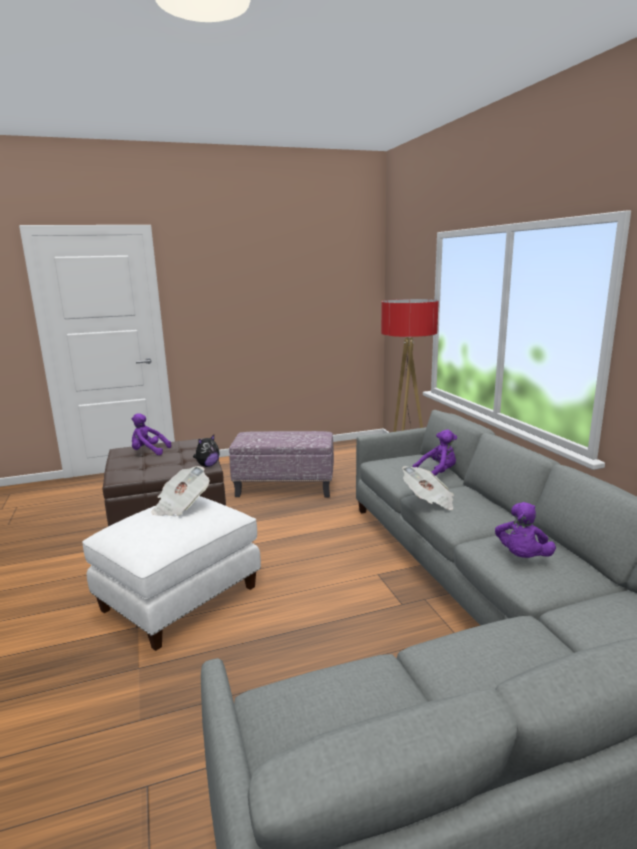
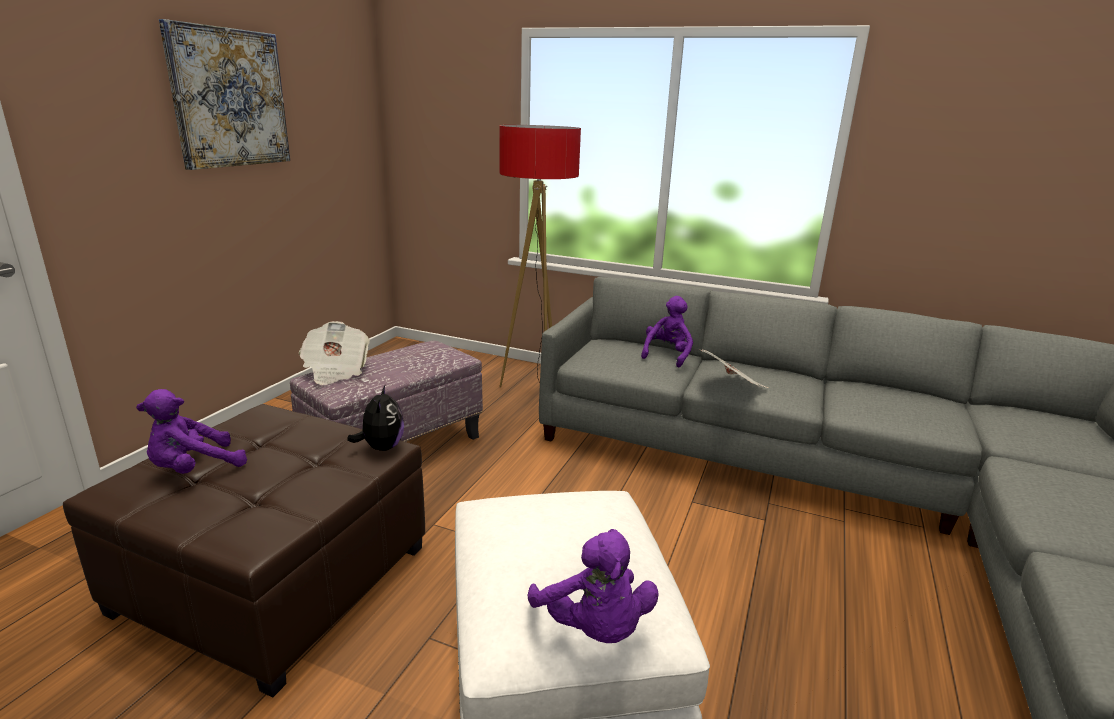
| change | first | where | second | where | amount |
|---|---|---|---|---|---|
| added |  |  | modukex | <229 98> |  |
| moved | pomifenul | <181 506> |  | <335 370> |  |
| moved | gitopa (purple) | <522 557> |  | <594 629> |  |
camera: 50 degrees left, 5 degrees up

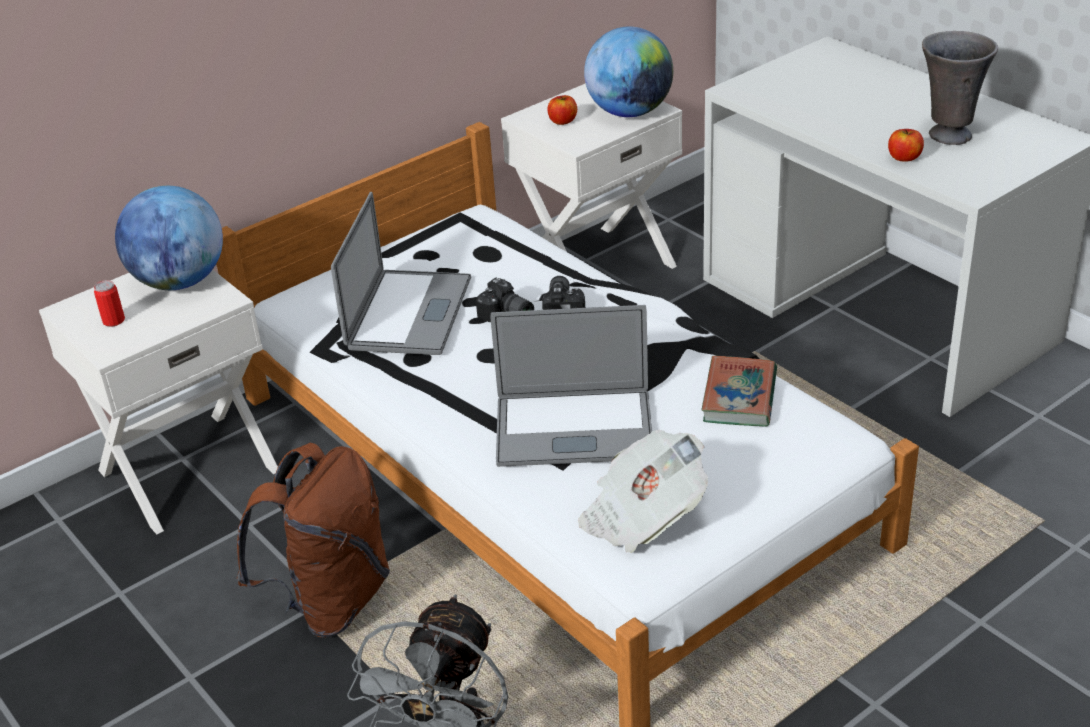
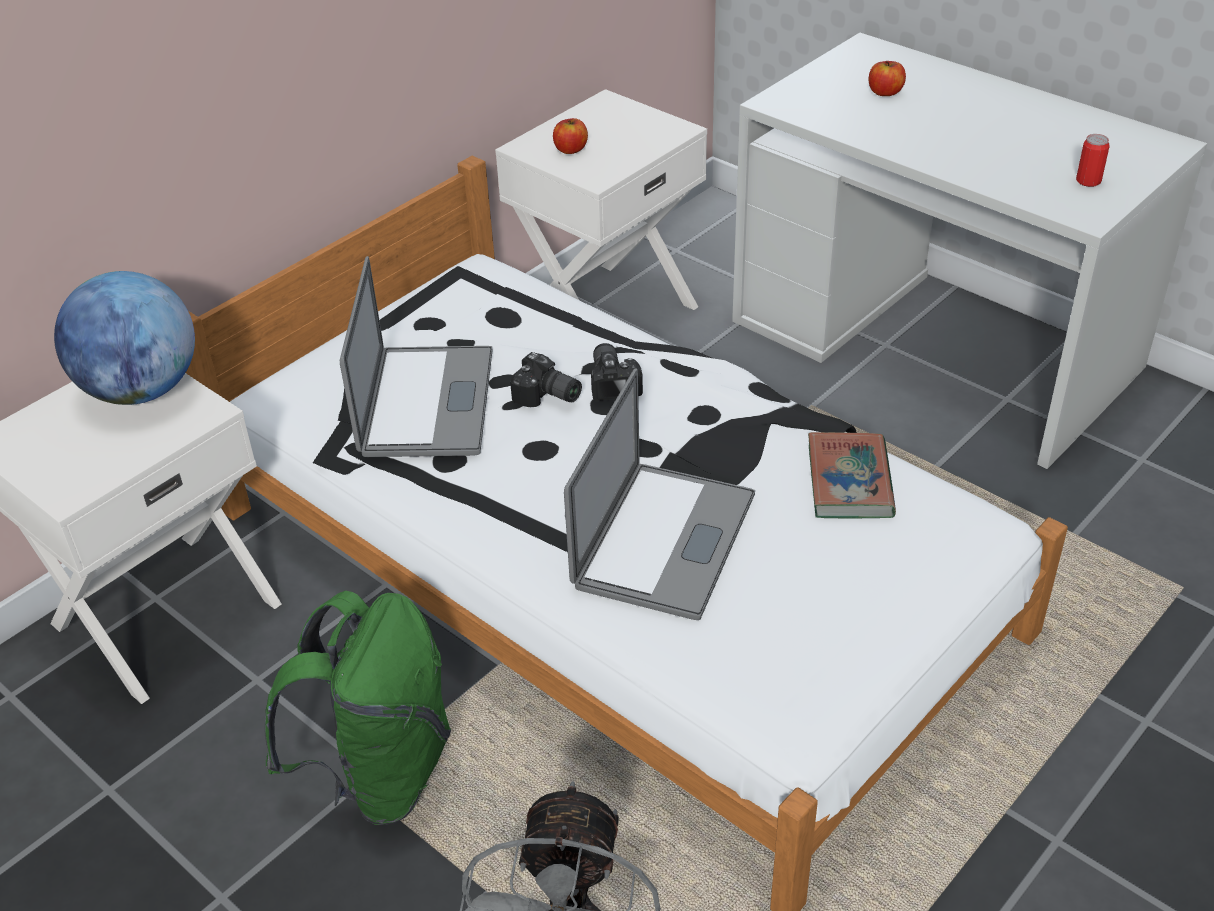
| change | first | where | second | where | amount |
|---|---|---|---|---|---|
| recoloured | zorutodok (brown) | <331 601> | zorutodok (green) | <380 773> |  |
| turned | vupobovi | <574 428> |  | <664 540> | 60 degrees counterclockwise |
| moved | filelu | <904 158> |  | <885 92> |  |
| moved | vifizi | <113 320> |  | <1088 181> |  |
| removed | pomifenul | <642 516> |  |  |  |
| removed | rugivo | <629 112> |  |  |  |
| removed | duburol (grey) | <948 135> |  |  |  |
camera: 10 degrees left, 5 degrees up

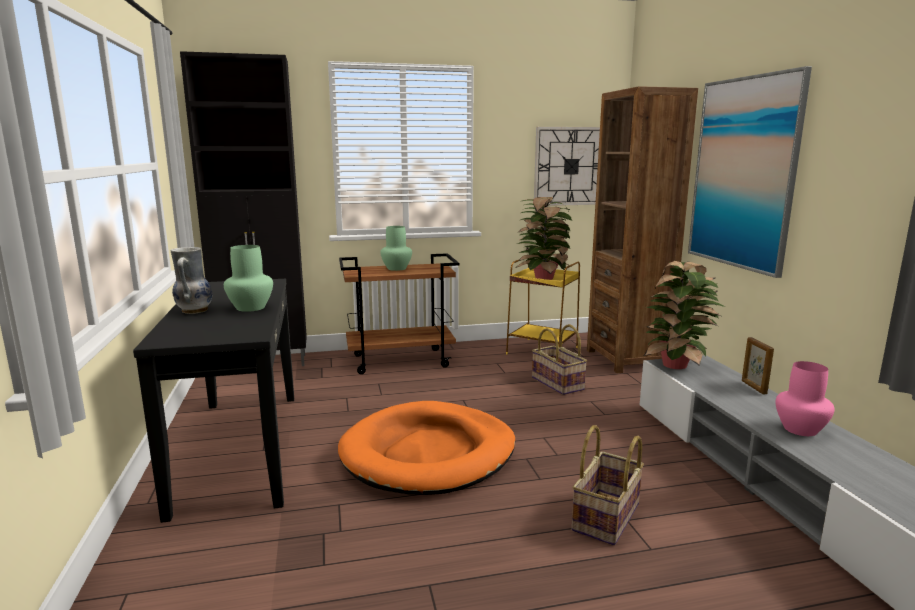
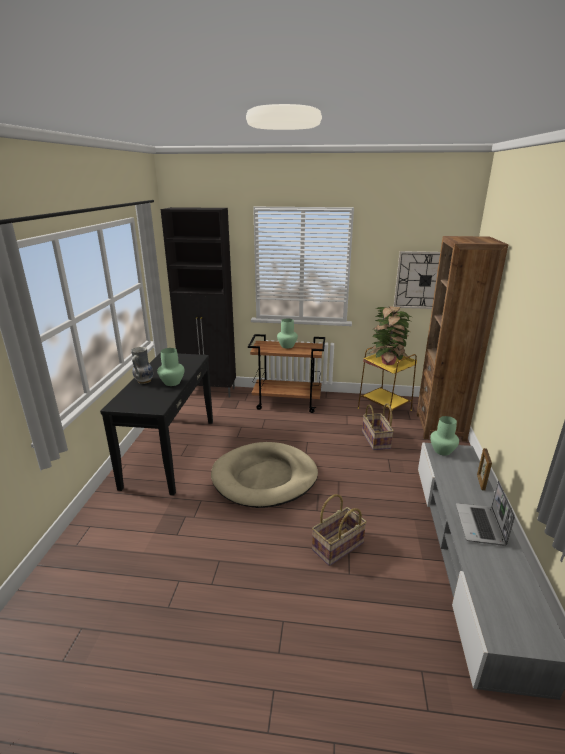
| change | first | where | second | where | amount |
|---|---|---|---|---|---|
| recoloured | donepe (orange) | <429 453> | donepe (beige) | <265 477> |  |
| replaced | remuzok | <677 364> | duburol (green) | <442 451> |  |
| replaced | duburol (pink) | <801 429> | vupobovi | <480 525> |  |
| removed | modukex | <743 173> |  |  |  |
camera: 20 degrees right, 10 degrees up

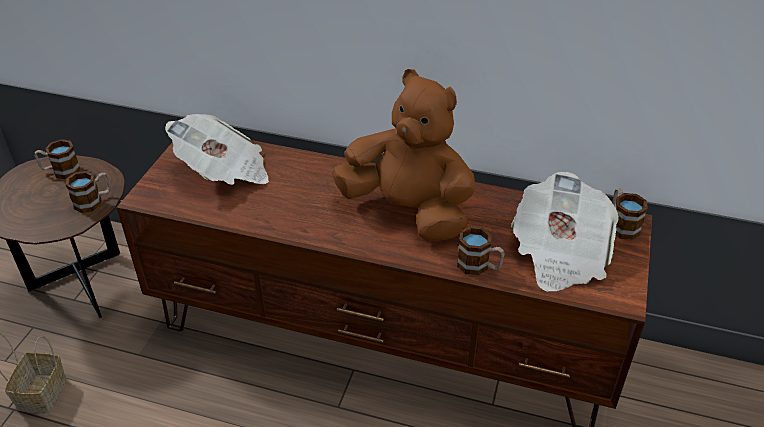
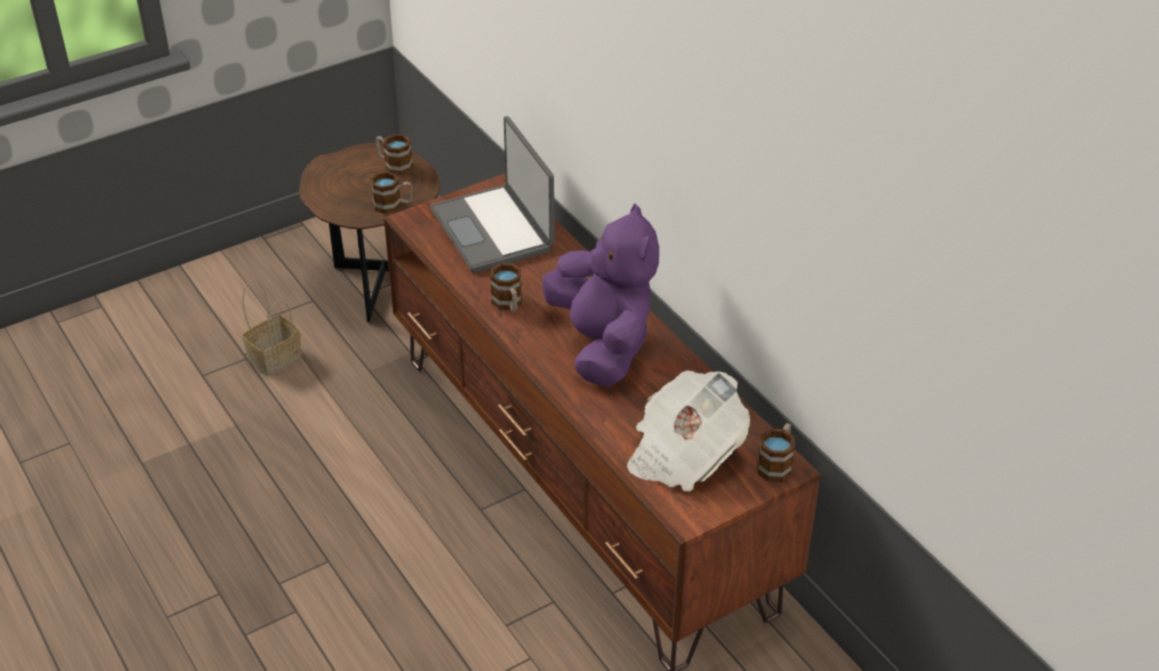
| change | first | where | second | where | amount |
|---|---|---|---|---|---|
| replaced | pomifenul | <224 171> | vupobovi | <494 230> |  |
| moved | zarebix | <479 266> |  | <508 304> |  |
| recoloured | gitopa (brown) | <408 211> | gitopa (purple) | <602 345> |  |
camera: 40 degrees right, 0 degrees up

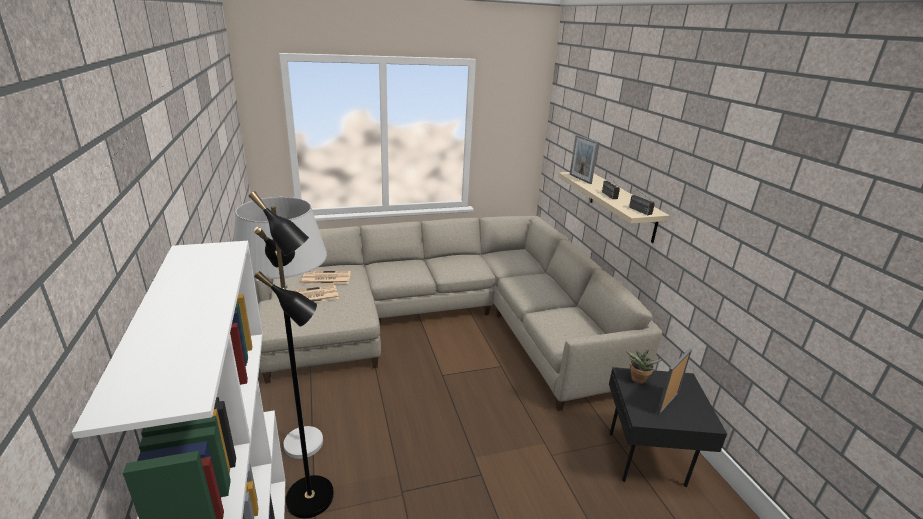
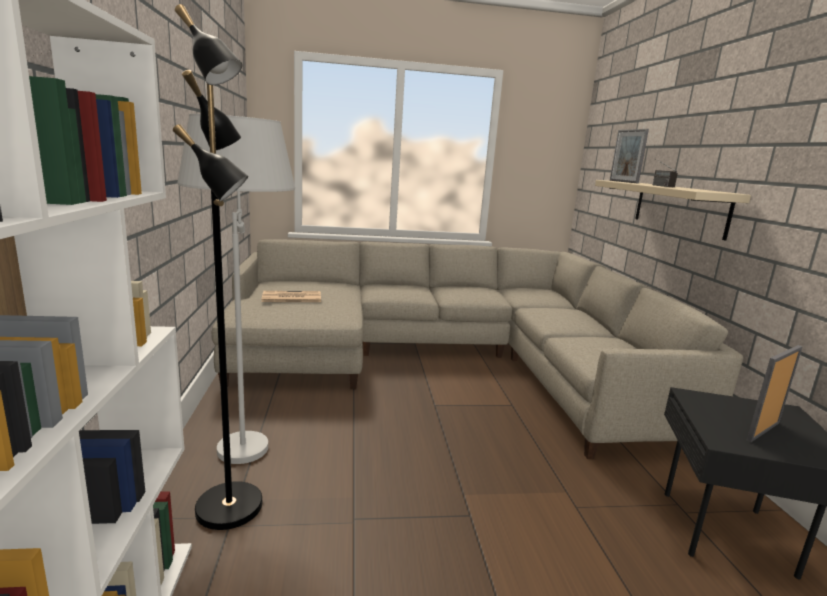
| change | first | where | second | where | amount |
|---|---|---|---|---|---|
| removed | pomifenul | <325 278> |  |  |  |
| removed | remuzok | <637 380> |  |  |  |
| removed | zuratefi | <634 208> |  |  |  |
camera: 10 degrees right, 10 degrees down

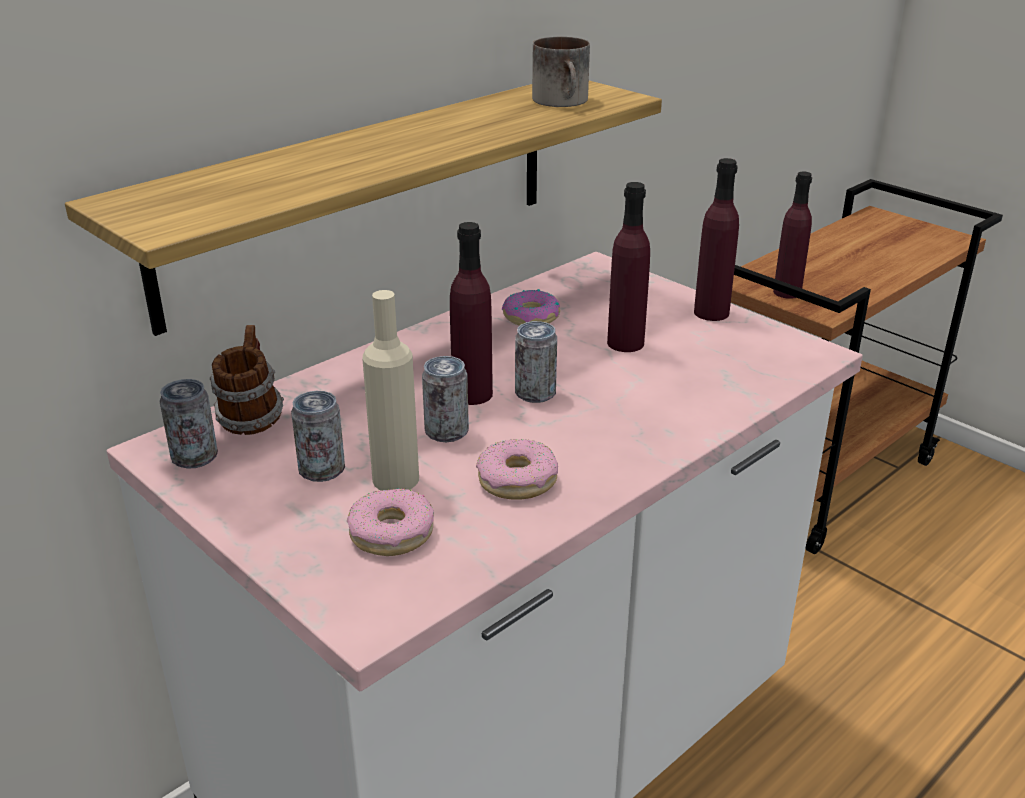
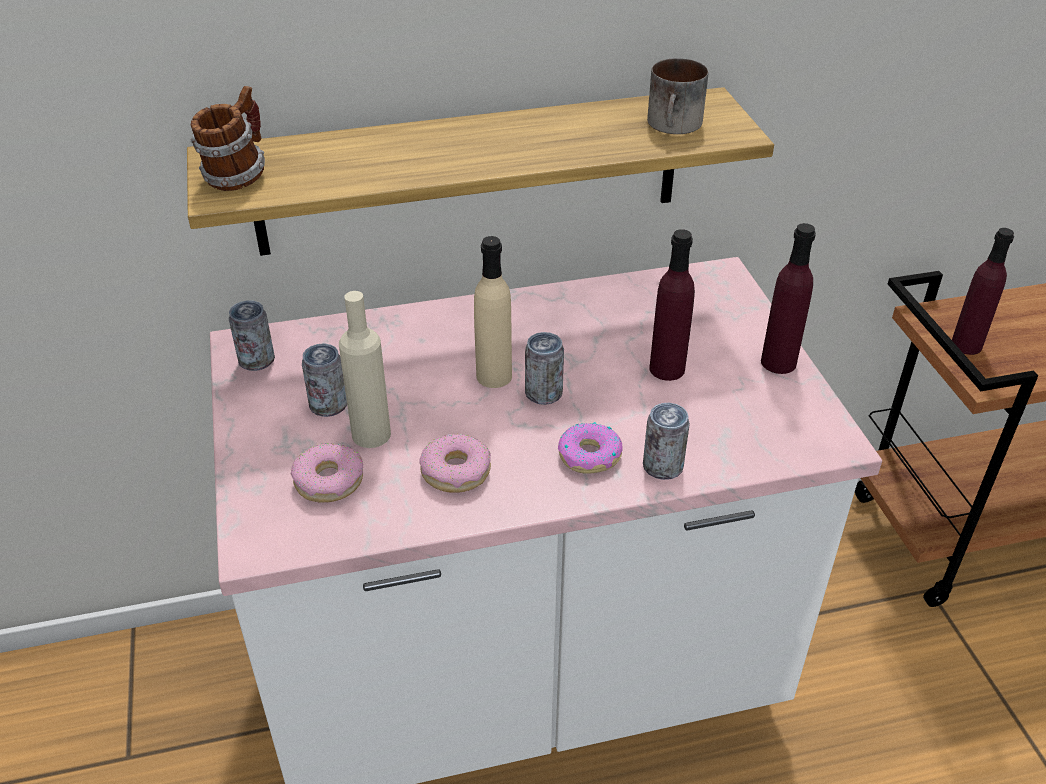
| change | first | where | second | where | amount |
|---|---|---|---|---|---|
| moved | zarebix | <250 418> |  | <237 176> |  |
| recoloured | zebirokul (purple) | <472 394> | zebirokul (beige) | <494 376> |  |
| moved | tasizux | <531 317> |  | <589 456> |  |
| moved | vifizi | <446 432> |  | <662 467> |  |
camera: 30 degrees right, 10 degrees up

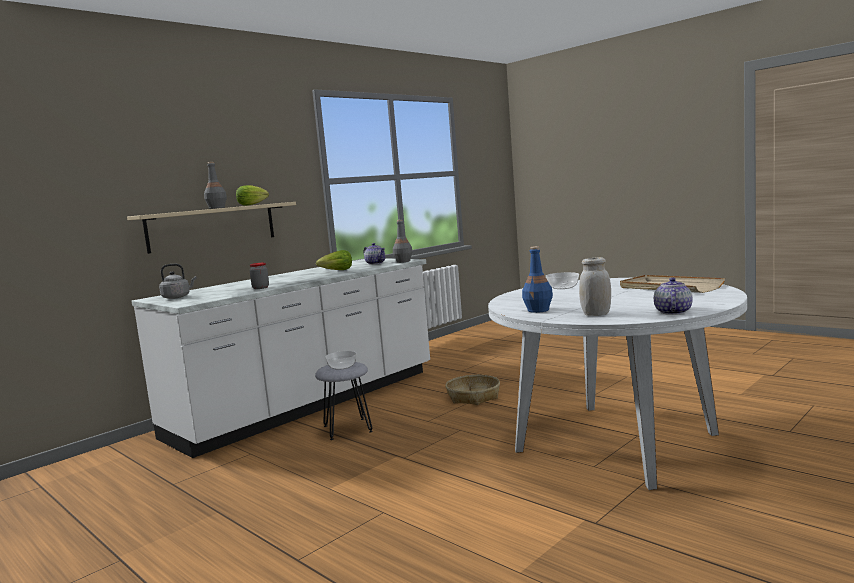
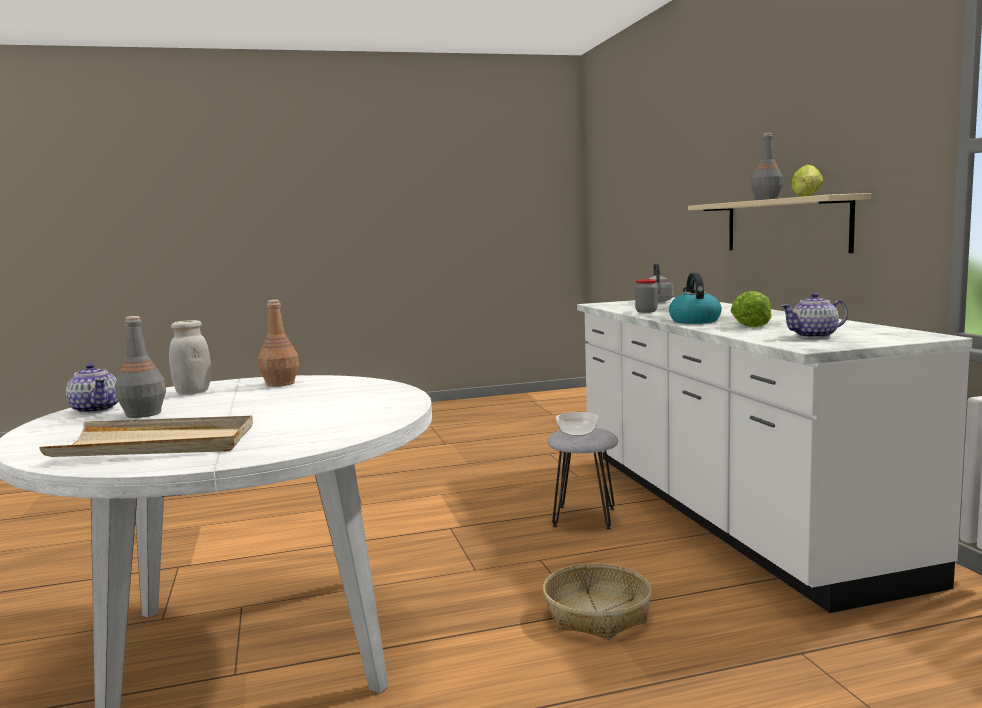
| change | first | where | second | where | amount |
|---|---|---|---|---|---|
| moved | zebirokul (grey) | <403 261> |  | <143 414> |  |
| recoloured | zebirokul (blue) | <538 310> | zebirokul (brown) | <280 384> |  |
| added |  |  | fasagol | <694 321> |  |
| removed | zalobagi | <562 287> |  |  |  |
camera: 120 degrees right, 0 degrees up

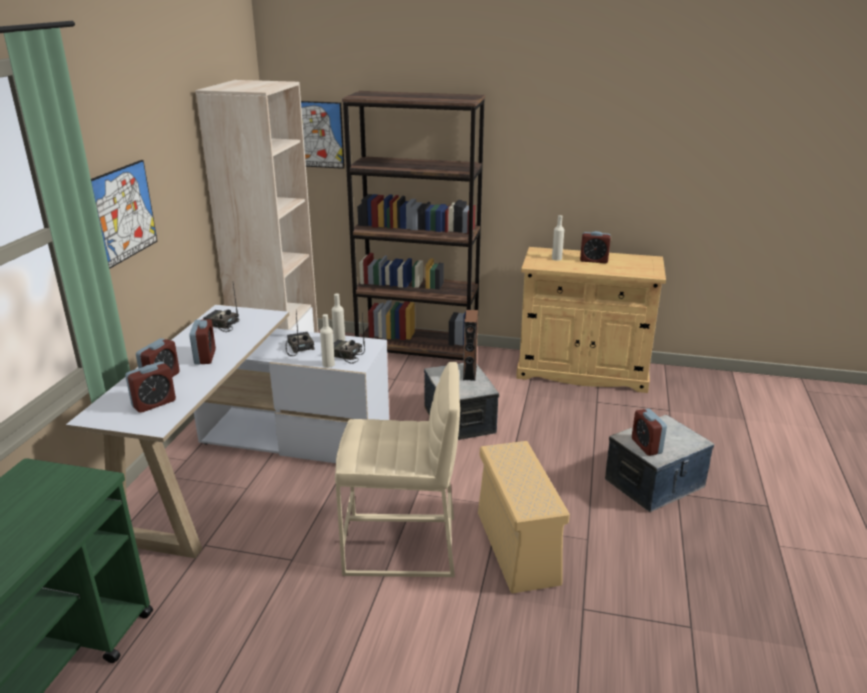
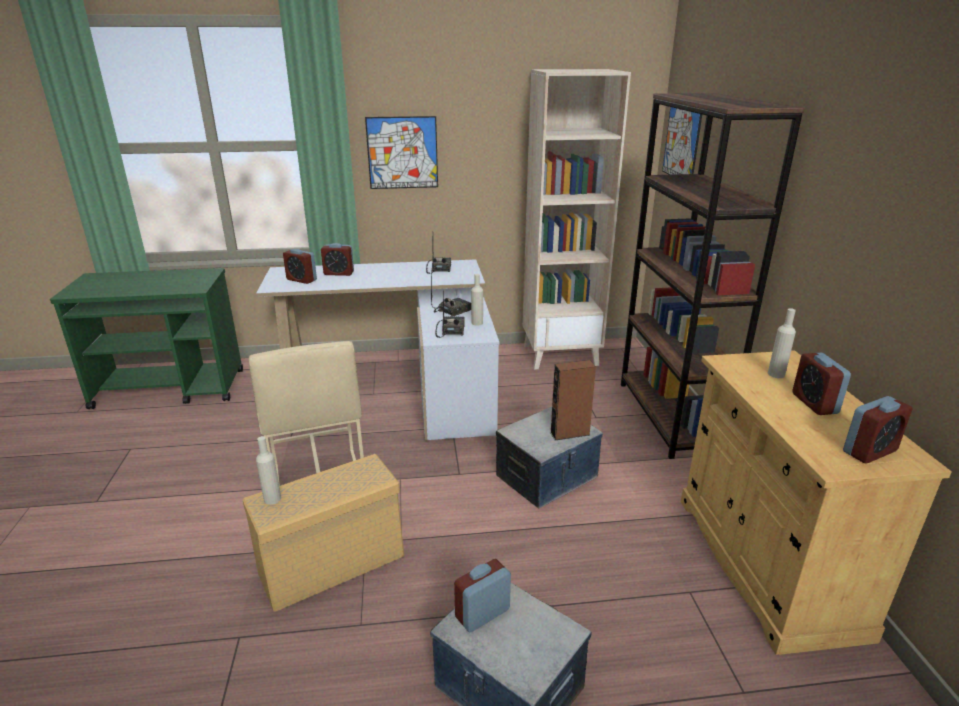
| change | first | where | second | where | amount |
|---|---|---|---|---|---|
| moved | zebirokul (beige) | <328 364> |  | <272 499> |  |
| moved | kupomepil | <205 357> |  | <869 451> |  |
camera: 70 degrees right, 0 degrees up

